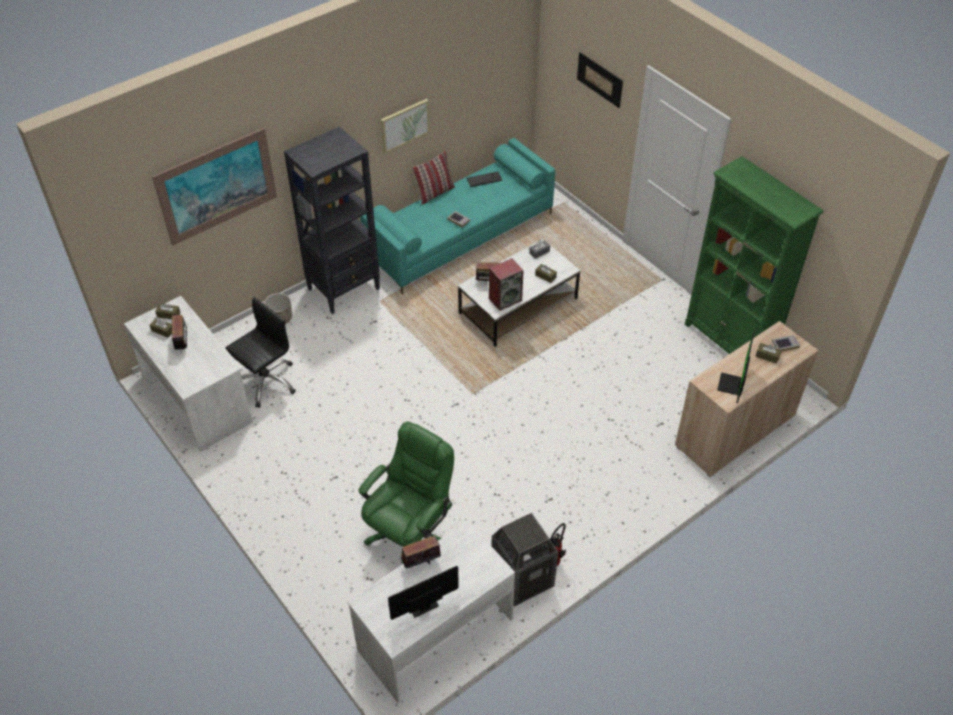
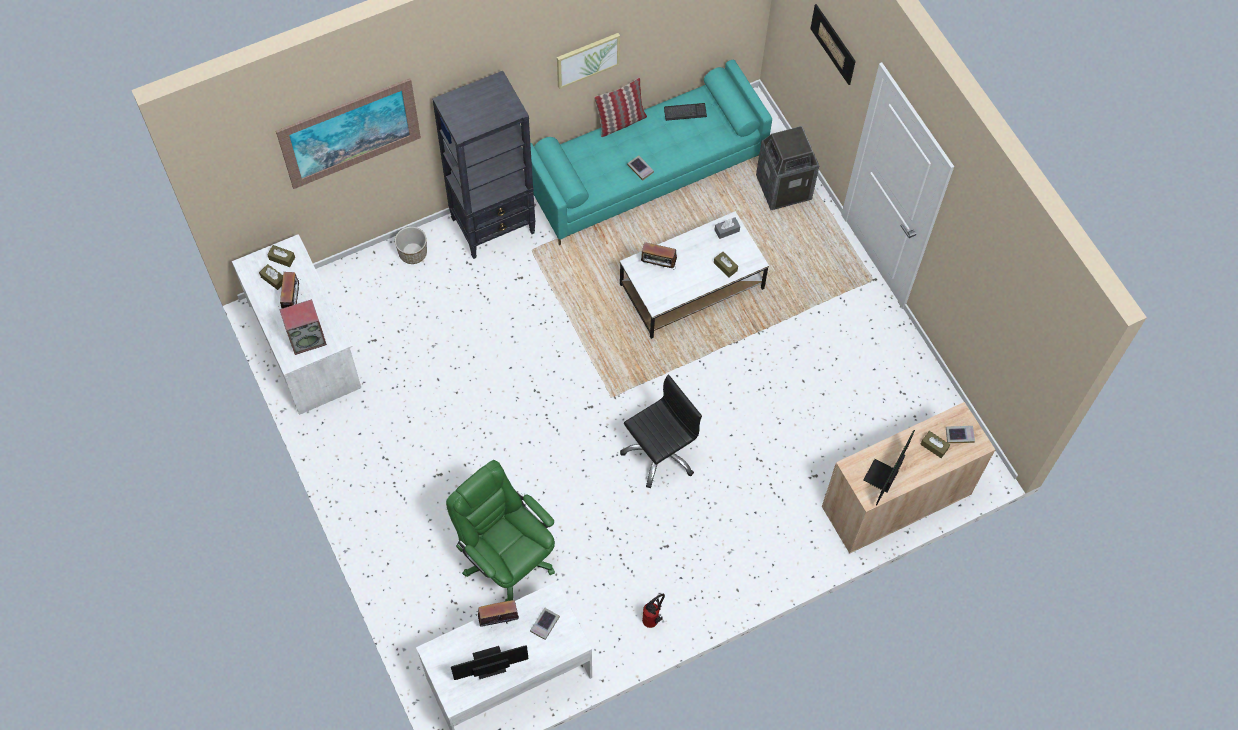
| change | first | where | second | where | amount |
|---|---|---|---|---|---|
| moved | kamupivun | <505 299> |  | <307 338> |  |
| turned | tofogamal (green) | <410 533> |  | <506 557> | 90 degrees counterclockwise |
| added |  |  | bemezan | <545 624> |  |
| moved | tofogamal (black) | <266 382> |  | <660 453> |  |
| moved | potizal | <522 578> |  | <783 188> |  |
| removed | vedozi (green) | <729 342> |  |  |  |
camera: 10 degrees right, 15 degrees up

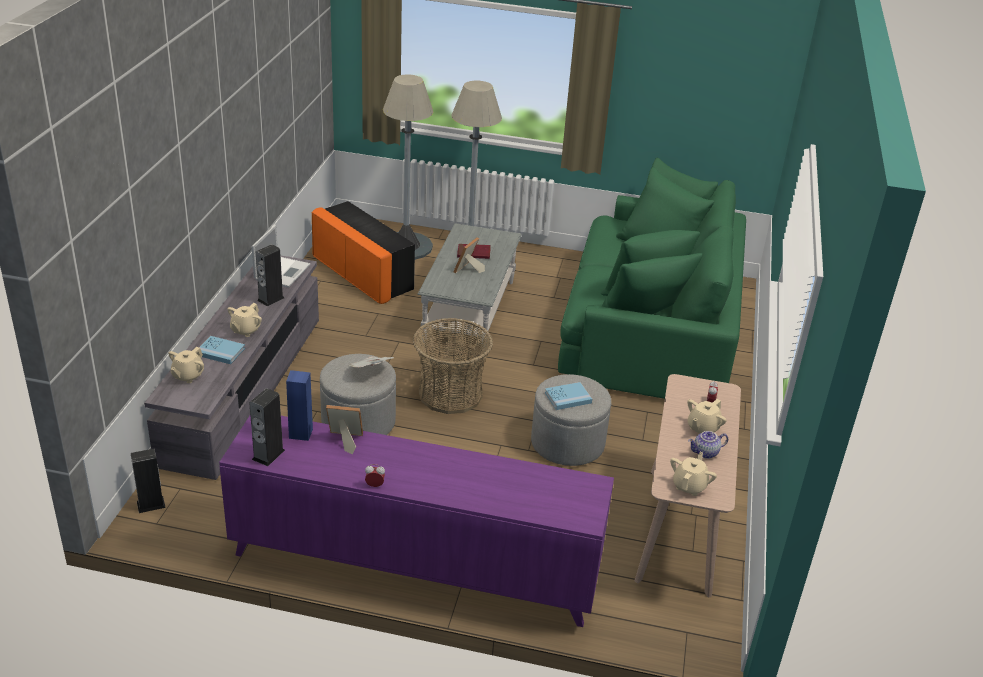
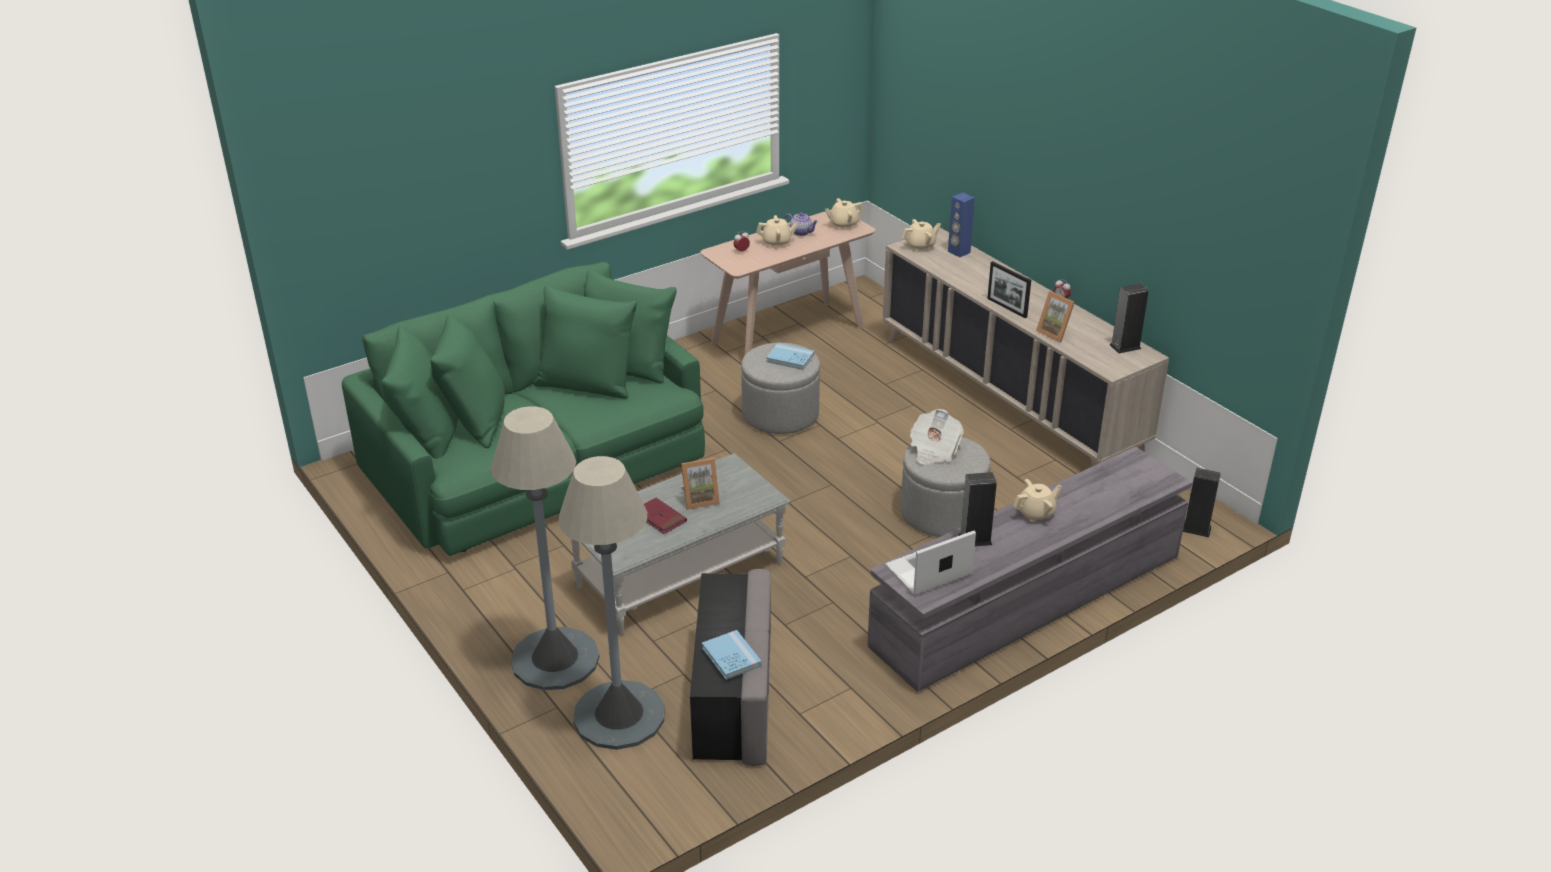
| change | first | where | second | where | amount |
|---|---|---|---|---|---|
| recoloured | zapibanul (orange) | <362 274> | zapibanul (grey) | <734 696> |  |
| moved | bemezan (blue) | <220 352> |  | <731 657> |  |
| recoloured | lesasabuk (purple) | <415 566> | lesasabuk (beige) | <1008 396> |  |
| moved | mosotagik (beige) | <188 376> |  | <920 246> |  |
| moved | kamupivun (blue) | <301 433> |  | <958 252> |  |
| added |  |  | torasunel | <1007 308> |  |
| removed | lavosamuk | <450 394> |  |  |  |
camera: 135 degrees left, 0 degrees up

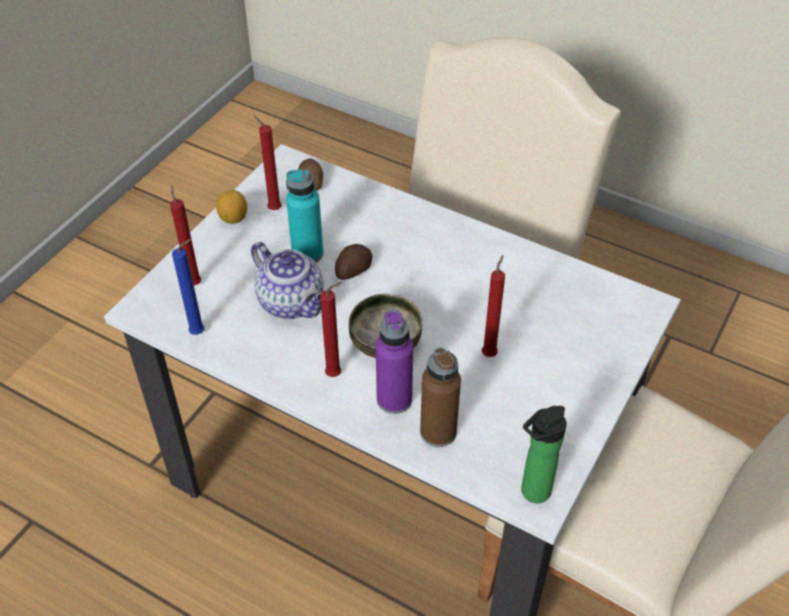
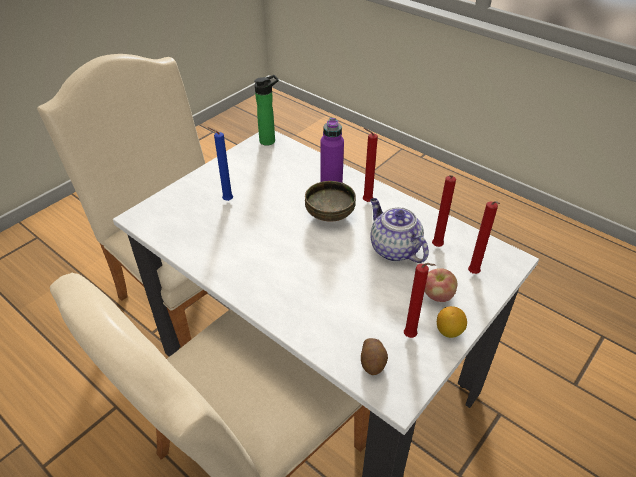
| change | first | where | second | where | amount |
|---|---|---|---|---|---|
| moved | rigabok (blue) | <200 332> |  | <226 200> |  |
| added |  |  | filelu | <438 295> |  |
| moved | rigabok (red) | <490 353> |  | <436 247> |  |
| removed | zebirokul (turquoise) | <307 253> |  |  |  |
| removed | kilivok | <353 270> |  |  |  |
| removed | zebirokul (brown) | <438 432> |  |  |  |
camera: 170 degrees left, 5 degrees down

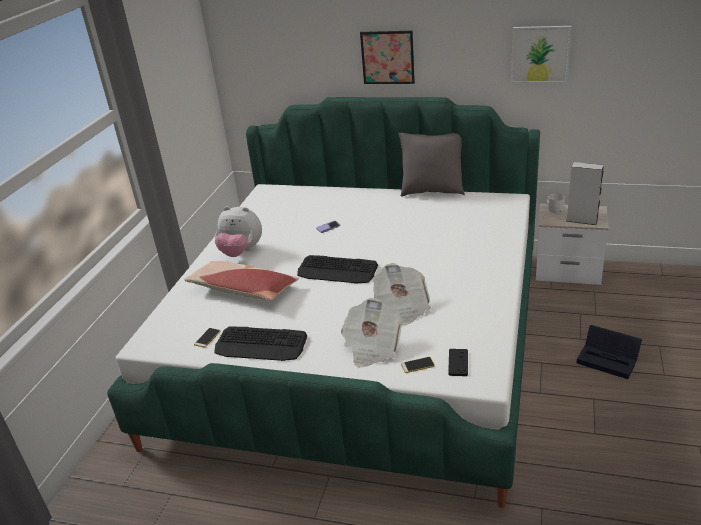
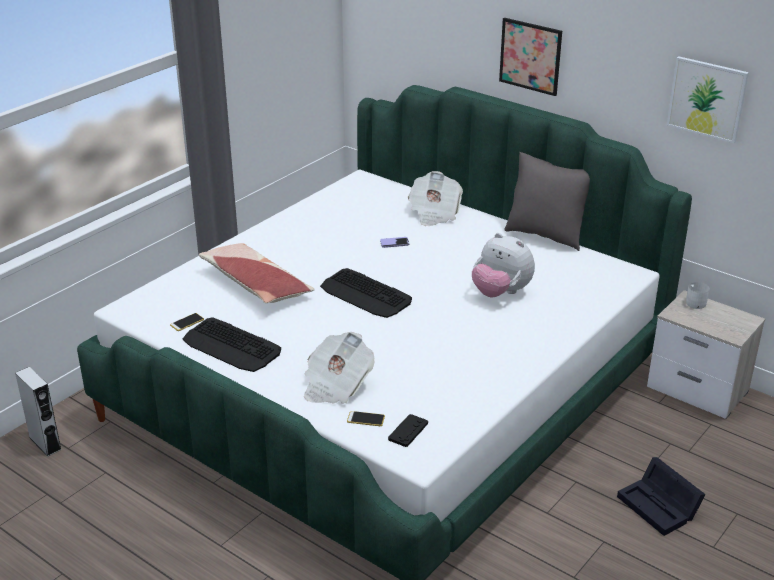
| change | first | where | second | where | amount |
|---|---|---|---|---|---|
| moved | kamupivun (grey) | <582 220> |  | <45 443> |  |
| moved | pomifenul | <402 307> |  | <434 213> |  |
| moved | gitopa | <241 252> |  | <500 293> |  |
camera: 20 degrees right, 0 degrees up

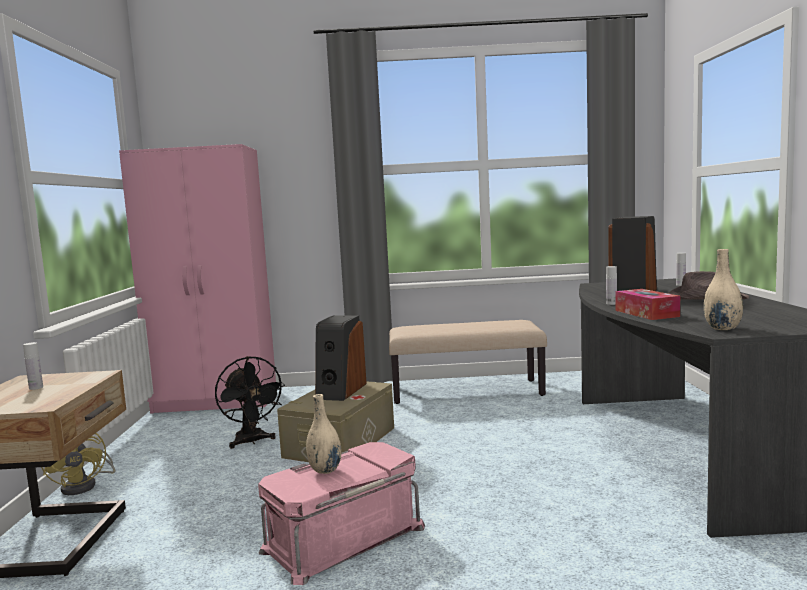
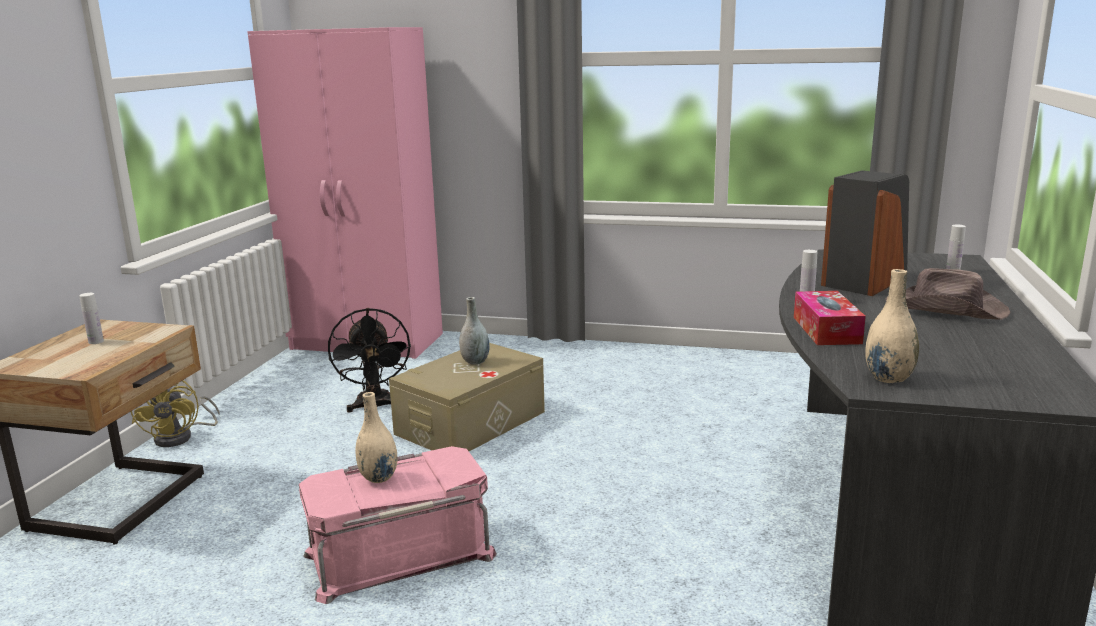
| change | first | where | second | where | amount |
|---|---|---|---|---|---|
| replaced | kamupivun | <340 391> | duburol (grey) | <475 361> |  |
| removed | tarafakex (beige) | <467 391> |  |  |  |
camera: 15 degrees right, 10 degrees up

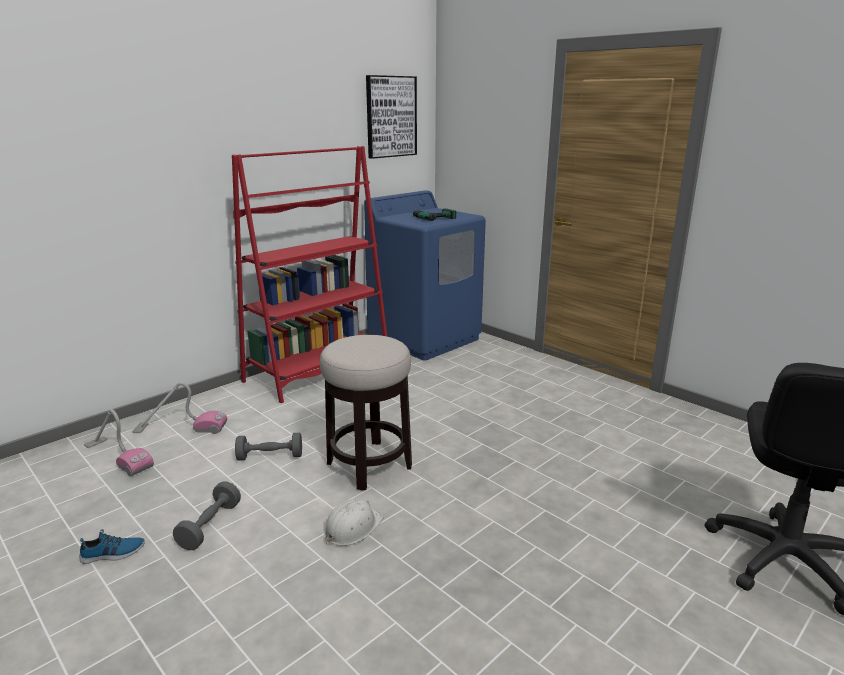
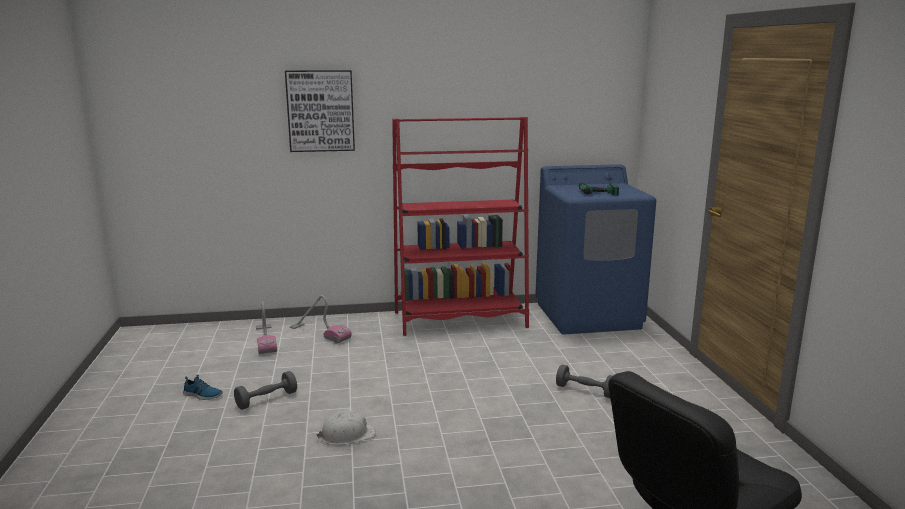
| change | first | where | second | where | amount |
|---|---|---|---|---|---|
| moved | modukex | <391 117> |  | <320 111> |  |
| moved | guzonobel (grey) | <270 456> |  | <585 391> |  |
| removed | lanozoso | <369 465> |  |  |  |
camera: 35 degrees right, 5 degrees down

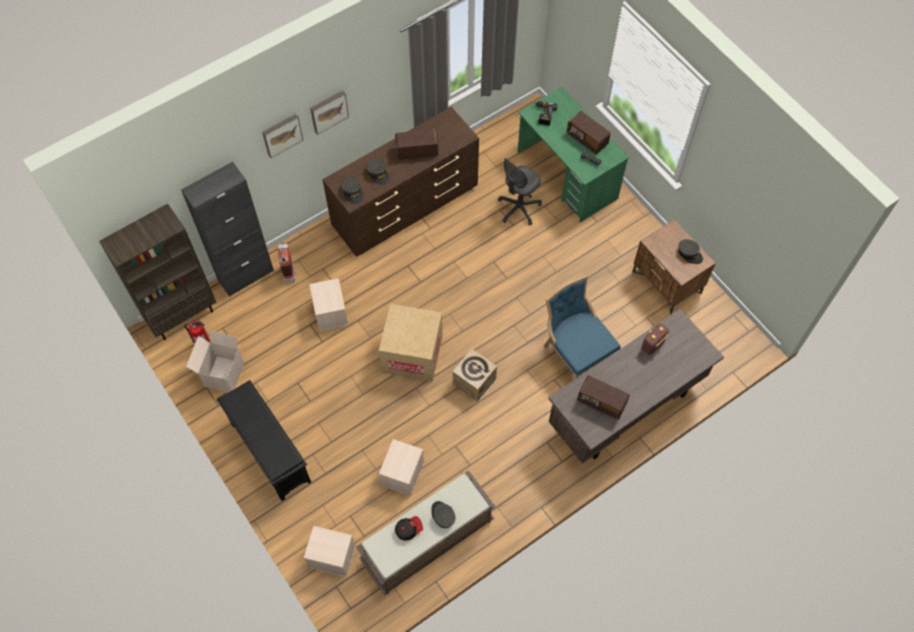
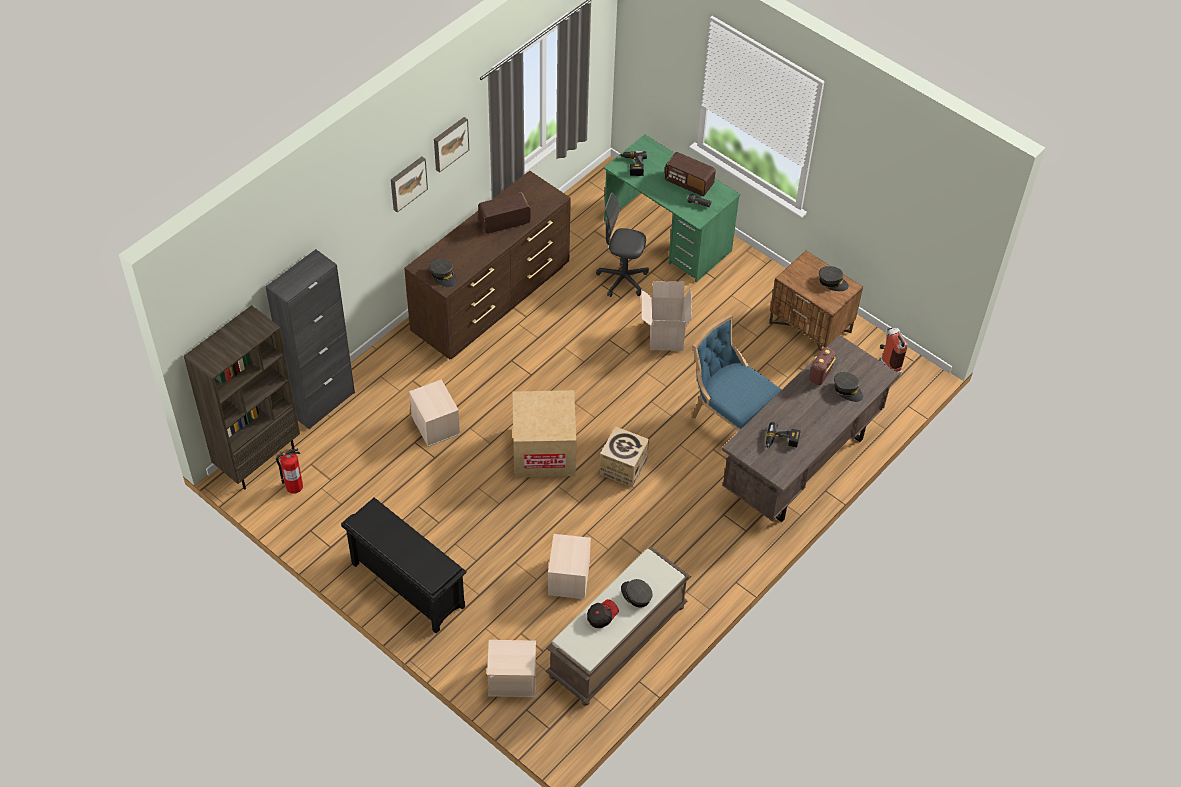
| change | first | where | second | where | amount |
|---|---|---|---|---|---|
| moved | modukex | <281 134> |  | <449 143> |  |
| turned | tofogamal (grey) | <518 208> |  | <622 279> | 75 degrees clockwise |
| moved | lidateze | <223 374> |  | <664 335> |  |
| replaced | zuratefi | <601 402> | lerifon | <781 441> |  |
| moved | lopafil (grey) | <378 174> |  | <847 390> |  |
| moved | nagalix | <289 270> |  | <887 365> |  |
camera: 15 degrees left, 10 degrees down

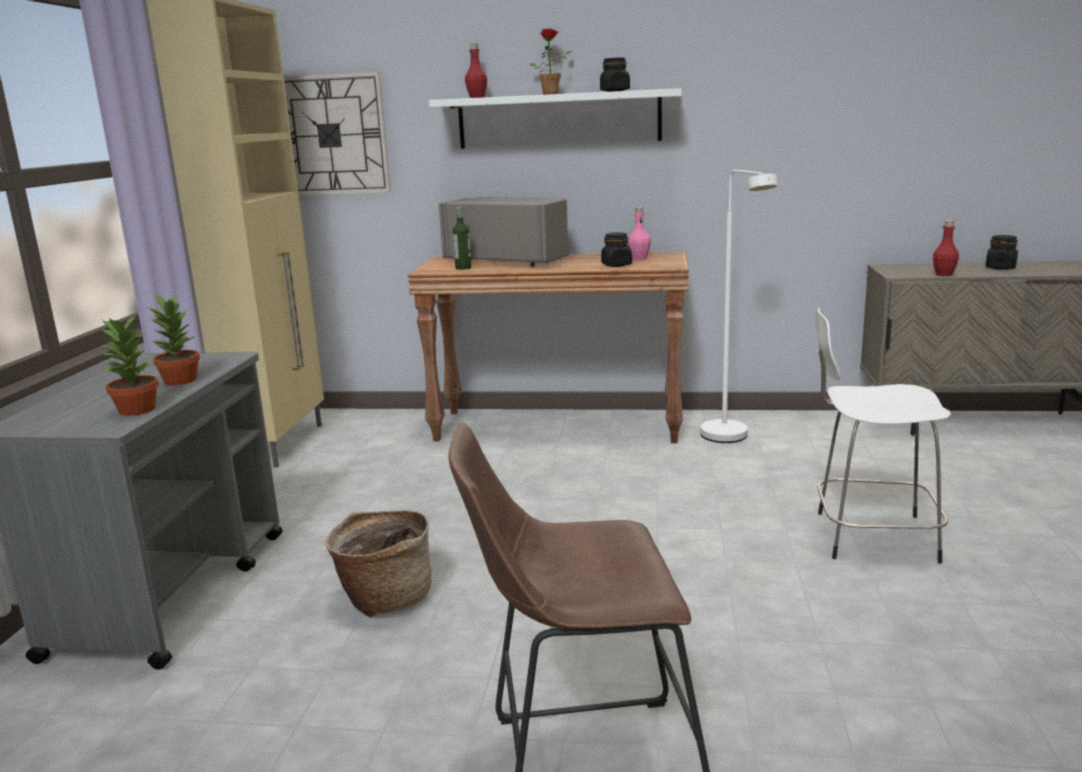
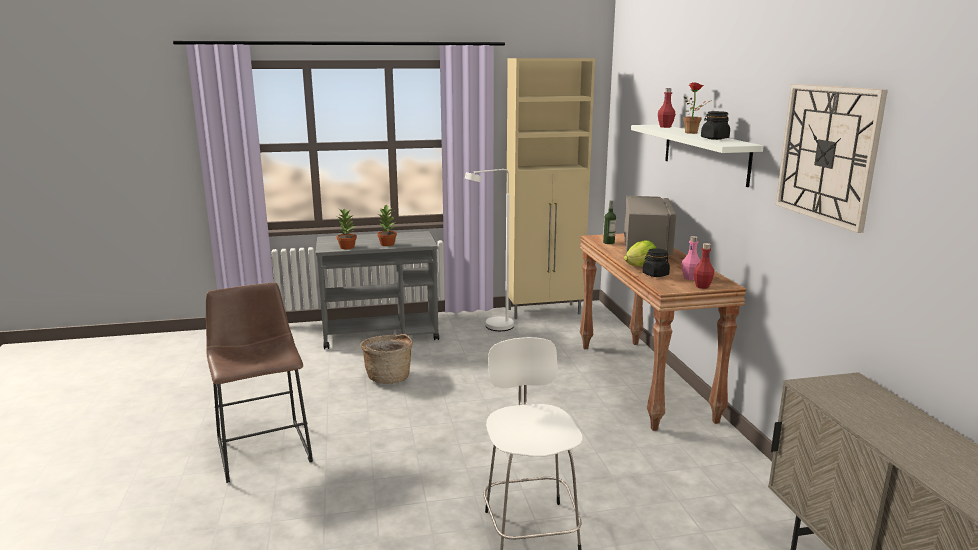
| change | first | where | second | where | amount |
|---|---|---|---|---|---|
| moved | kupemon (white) | <731 439> |  | <493 328> |  |
| added |  |  | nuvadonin | <640 266> |  |
| moved | zebirokul (red) | <943 274> |  | <702 286> |  |
| moved | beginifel | <330 135> |  | <827 153> |  |
| removed | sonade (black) | <1000 268> |  |  |  |
camera: 70 degrees right, 0 degrees up

